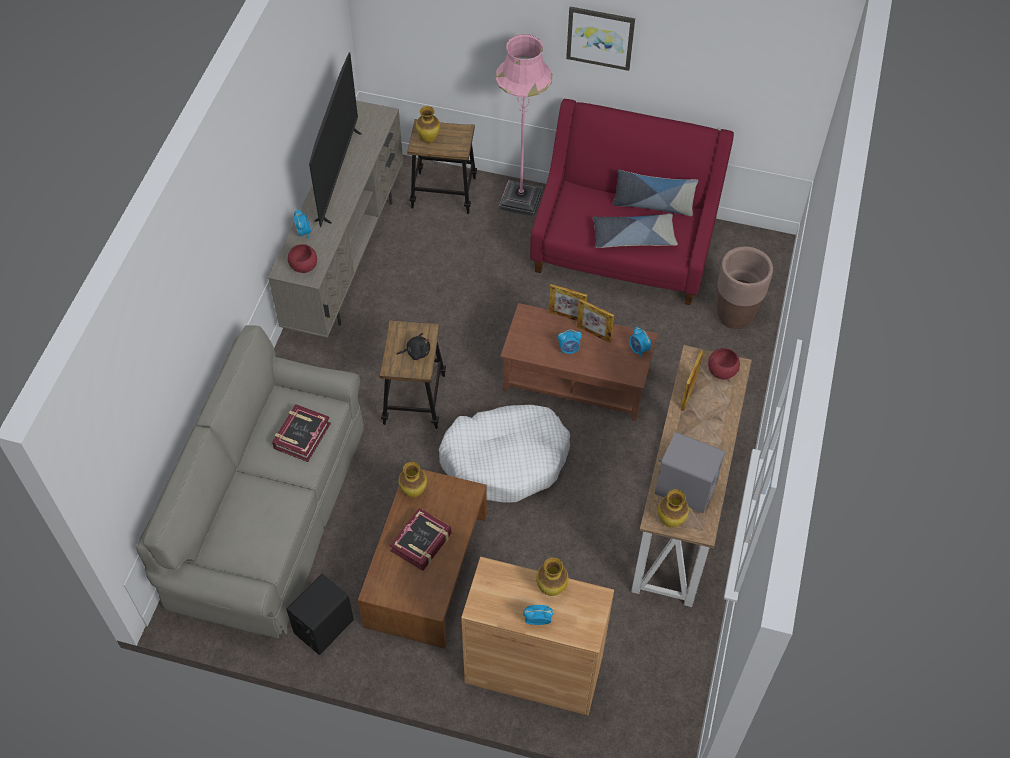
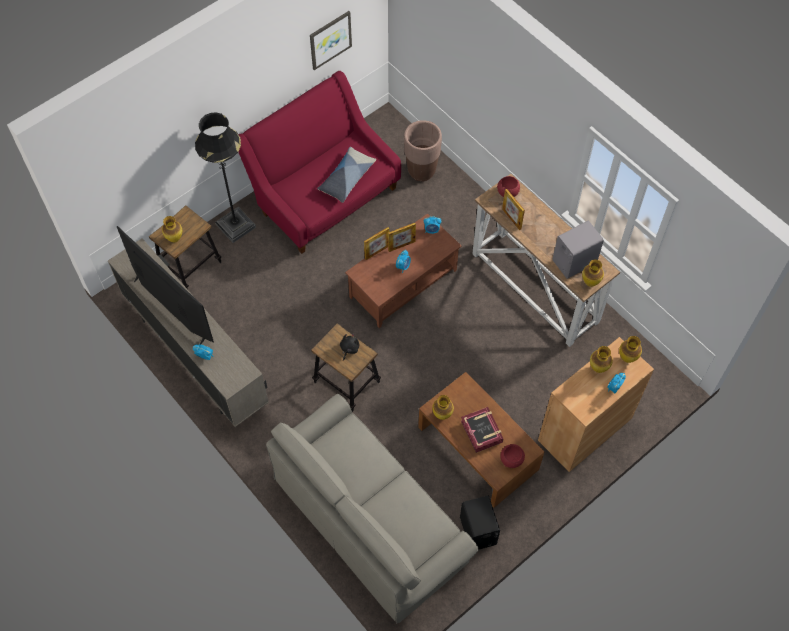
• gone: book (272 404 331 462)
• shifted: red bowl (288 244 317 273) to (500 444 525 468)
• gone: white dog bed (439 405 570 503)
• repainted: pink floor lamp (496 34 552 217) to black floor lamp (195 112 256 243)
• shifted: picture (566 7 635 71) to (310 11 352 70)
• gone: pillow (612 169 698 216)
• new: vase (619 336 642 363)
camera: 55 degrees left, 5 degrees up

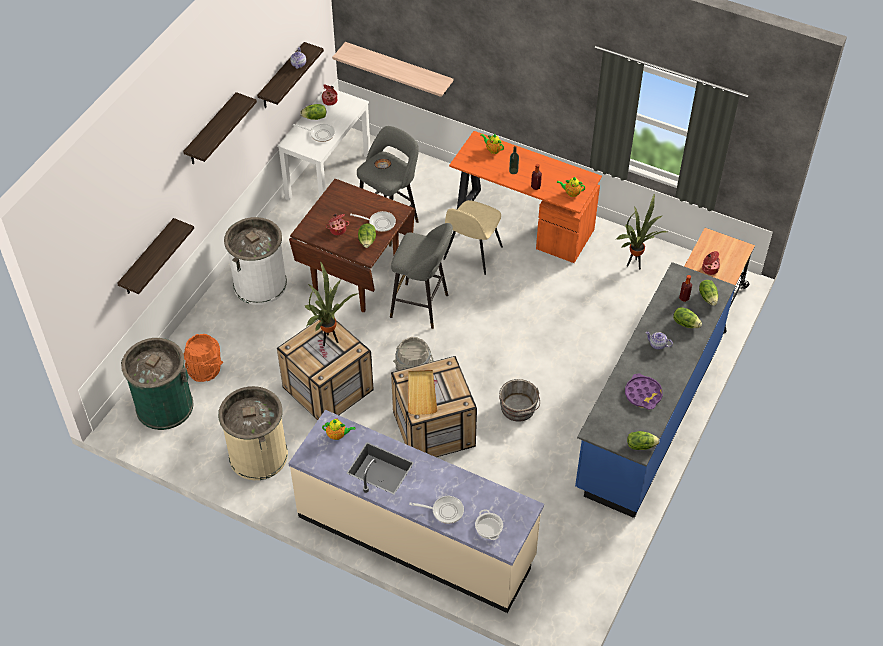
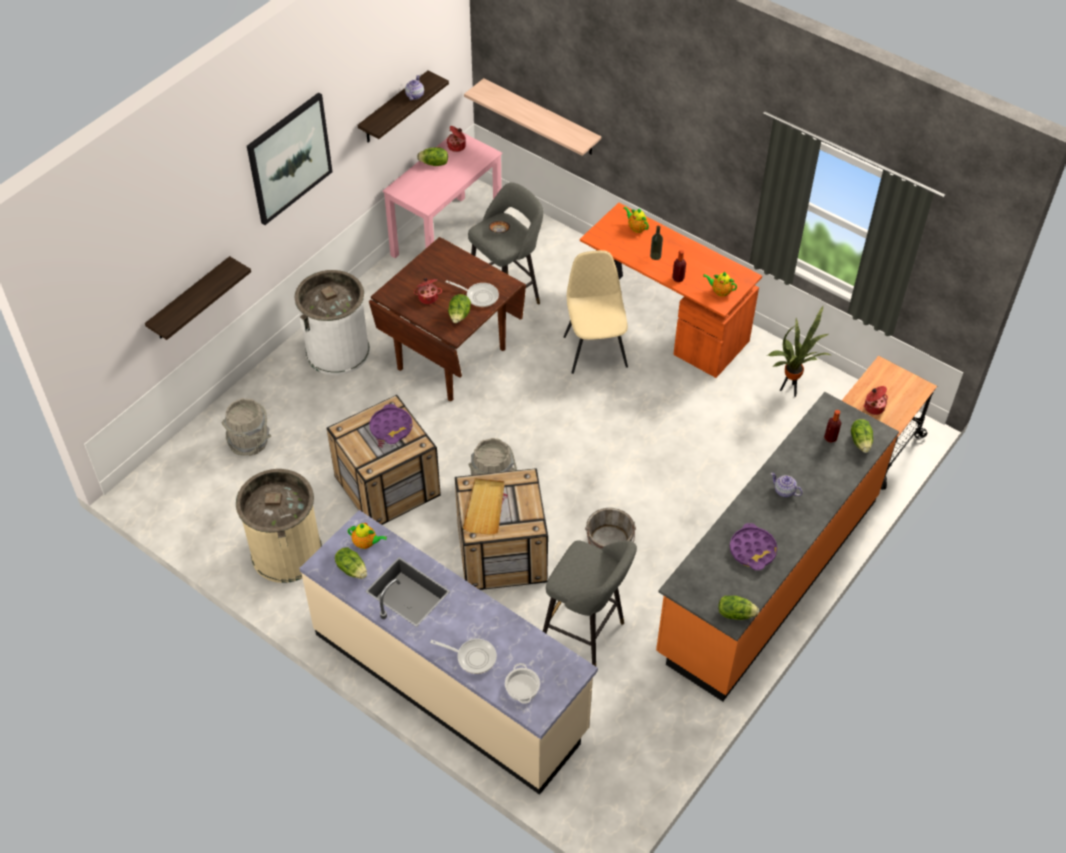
• gone: green trash can (121 338 194 430)
• swapped: shelf (183 92 257 164) to picture (247 93 333 225)
• repainted: orange bucket (183 334 223 382) to grey bucket (221 398 271 456)
• repainted: white desk (277 89 370 200) to pink desk (383 132 502 258)
• gone: frying pan (293 124 335 142)
• swapped: potted plant (304 261 357 346) to purple tray (369 404 412 444)
• shifted: grey stool (390 223 453 329) to (543 540 637 666)
• rotated: beige chair (443 200 503 275) = (564 250 628 374) 135 degrees clockwise
• repainted: blue counter (575 262 736 518) to orange counter (656 392 899 701)
• shifted: lettuce (673 307 702 328) to (335 547 367 579)
camera: 10 degrees right, 0 degrees up

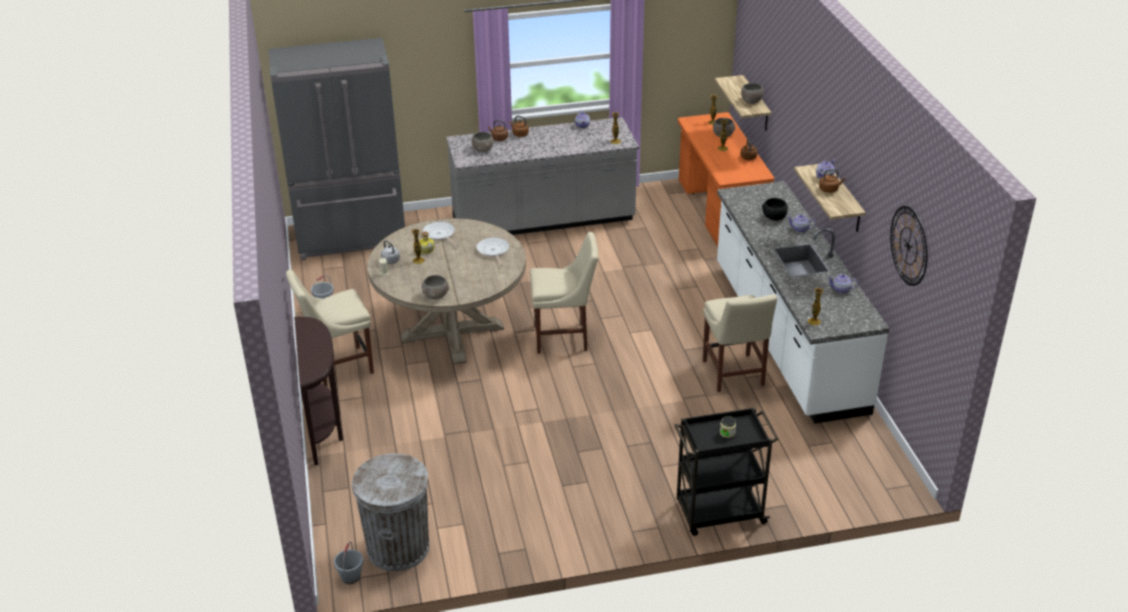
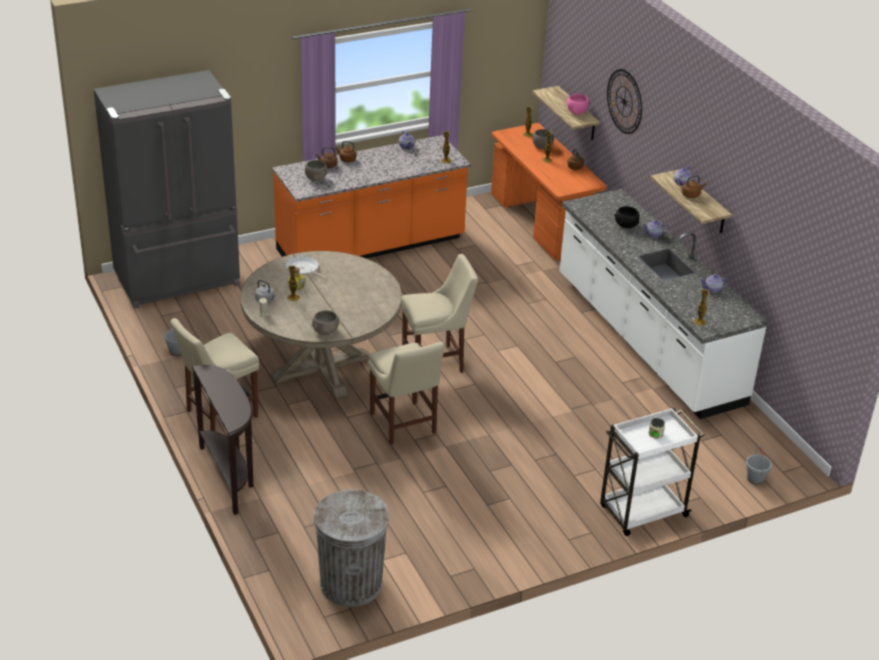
• shifted: grey bucket (334 542 363 584) to (746 447 772 485)
• repainted: grey counter (446 117 639 235) to orange counter (272 135 471 258)
• gone: frying pan (476 238 509 266)
• repainted: black cart (675 407 778 536) to white cart (600 408 704 536)
• shifted: beige chair (703 295 777 392) to (368 342 445 445)
• repainted: grey bowl (741 83 764 104) to pink bowl (567 94 589 115)
• shifted: wall clock (890 206 928 286) to (607 69 642 134)
camera: 15 degrees left, 0 degrees up

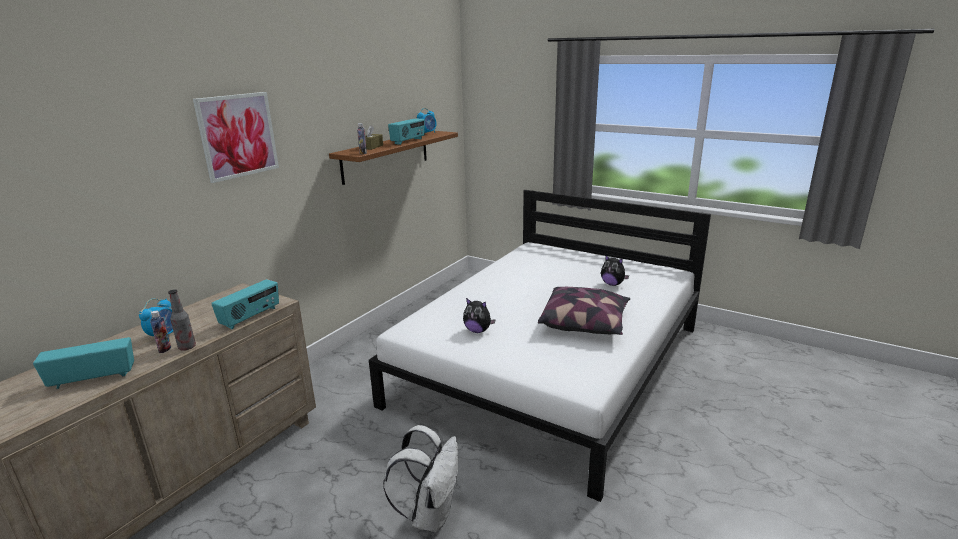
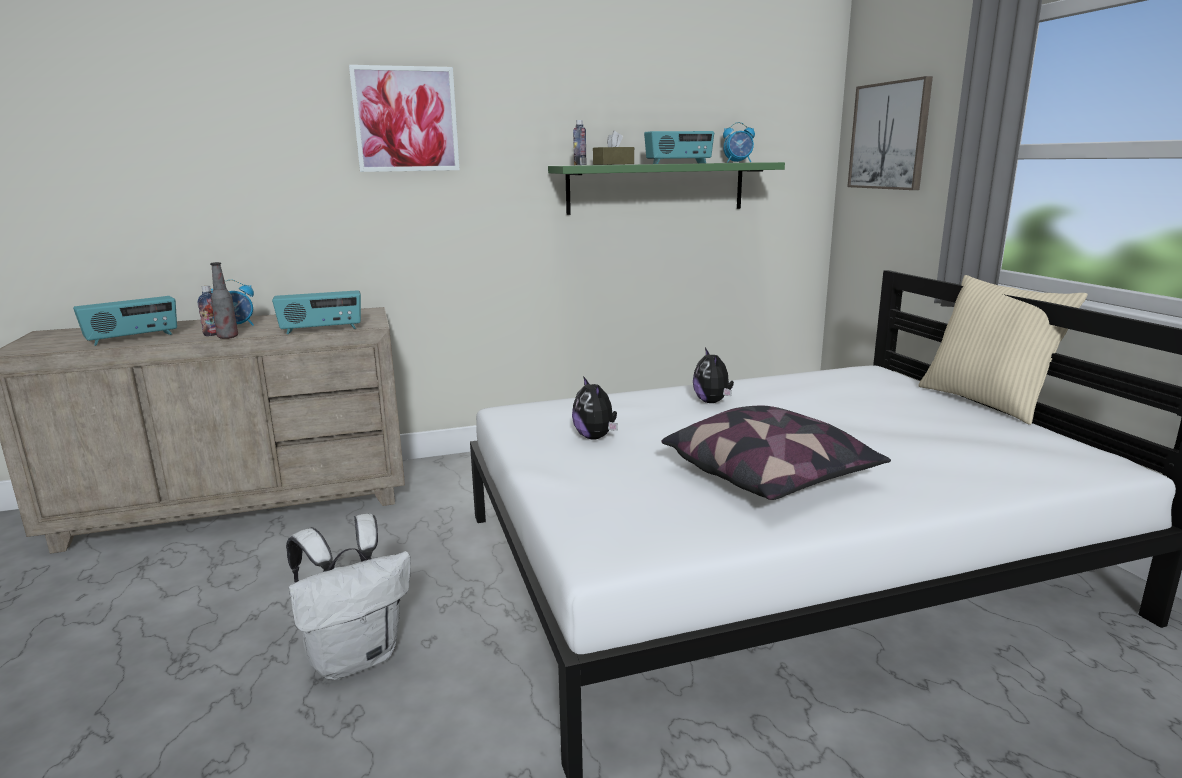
• rotated: radio (33 337 134 389) = (73 296 177 346) 120 degrees clockwise
• repainted: brown shelf (329 131 458 185) to green shelf (548 162 785 215)
• shifted: plush toy (601 254 629 286) to (693 348 734 403)
• new: picture (847 76 933 190)
• new: beige pillow (918 275 1088 425)
camera: 40 degrees right, 5 degrees down

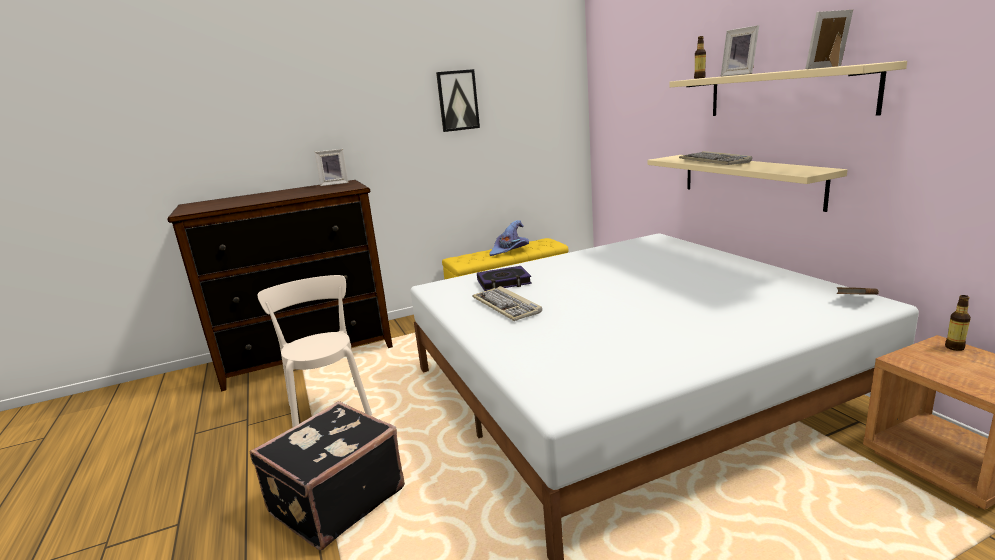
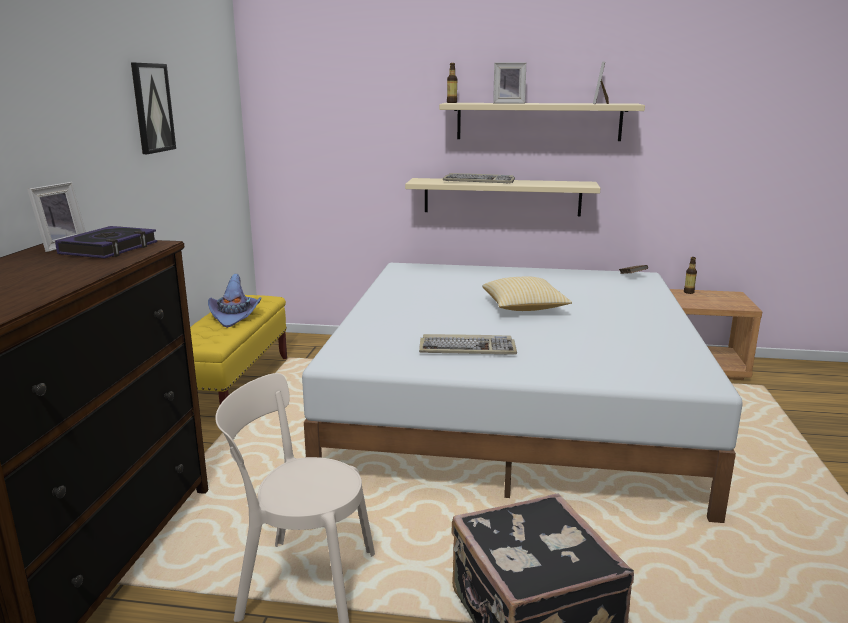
• shifted: book (477 266 532 291) to (55 226 157 259)
• new: pillow (483 276 572 311)
camera: 60 degrees left, 0 degrees up

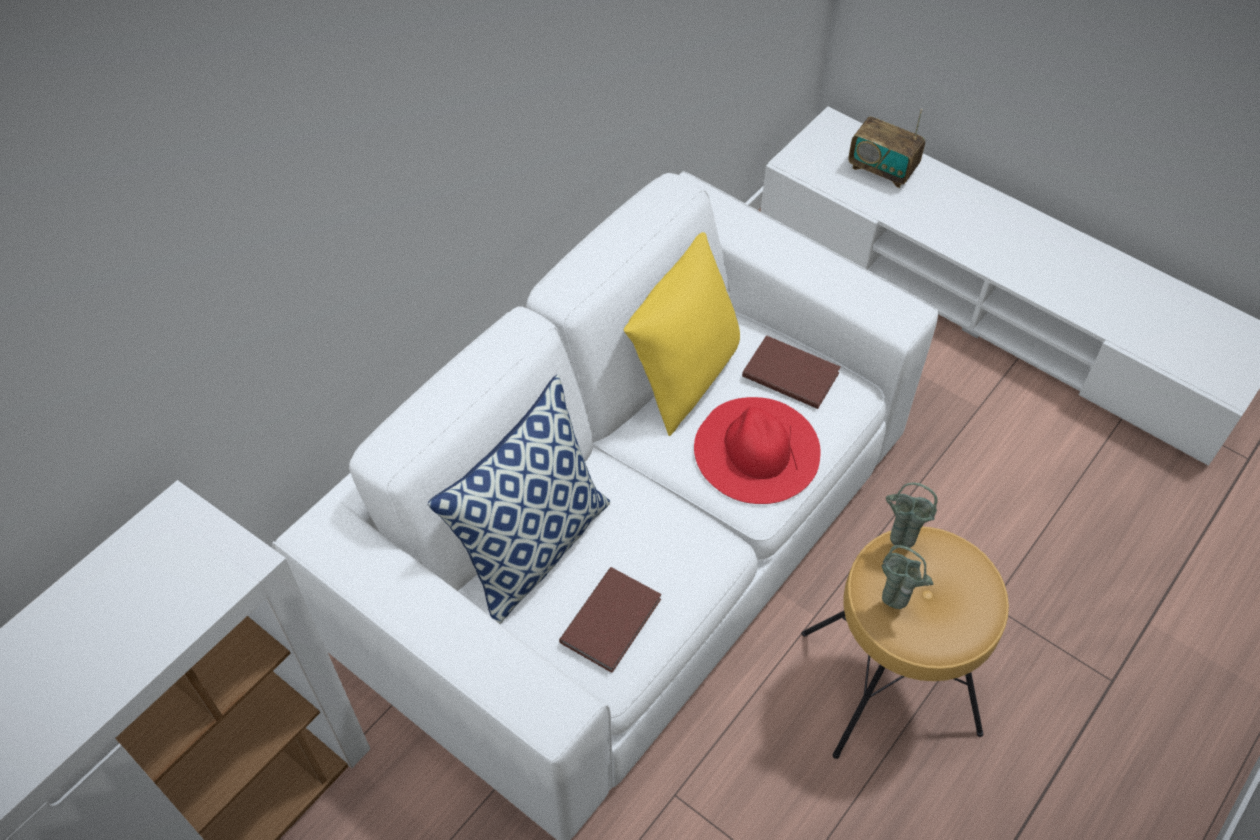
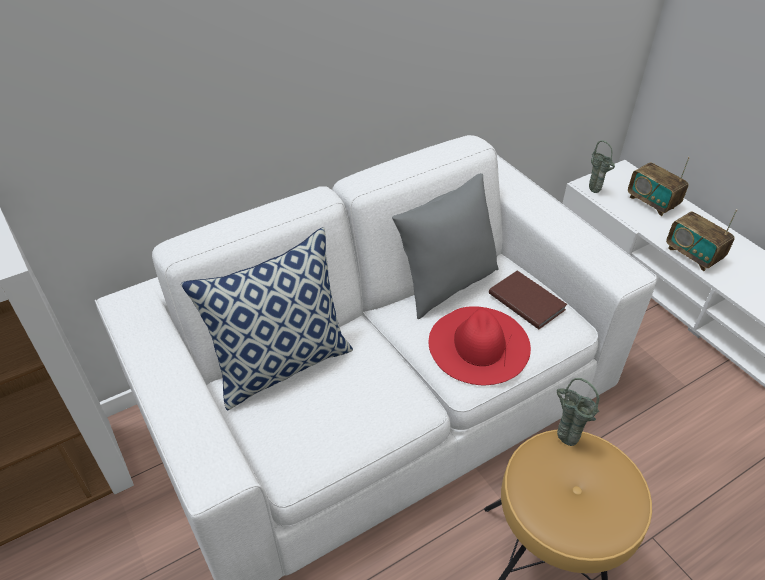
• gone: brown book (559 567 662 673)
• repainted: yellow pillow (624 232 740 436) to grey pillow (392 173 499 319)
• shifted: green vase (881 545 933 609) to (589 140 615 193)
• new: radio (666 209 737 271)
camera: 20 degrees right, 10 degrees down

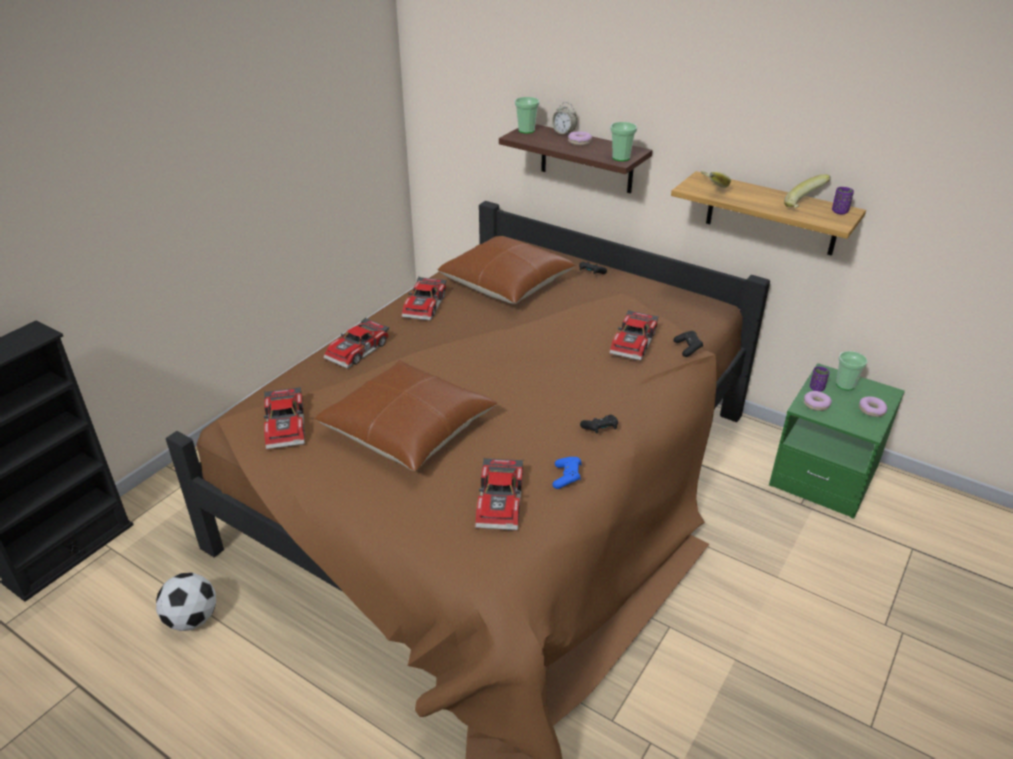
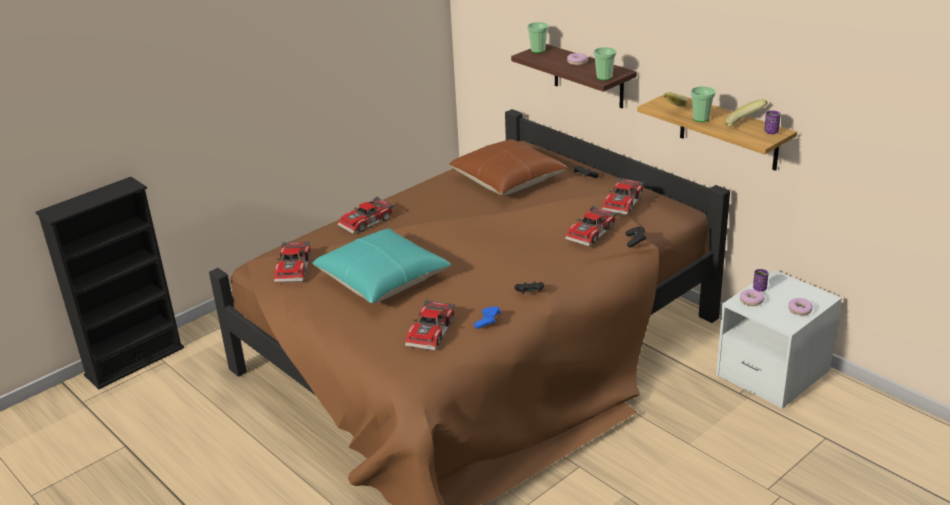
• gone: football (156 572 216 631)
• repainted: brown pillow (315 360 497 471) to turquoise pillow (313 228 451 304)
• shifted: toy car (402 277 446 321) to (602 177 644 215)
• gone: alarm clock (552 102 577 136)
• repainted: green nightstand (769 363 905 519) to white nightstand (716 269 842 409)
• shifted: cup (836 351 868 390) to (691 86 716 122)
camera: 15 degrees right, 5 degrees down

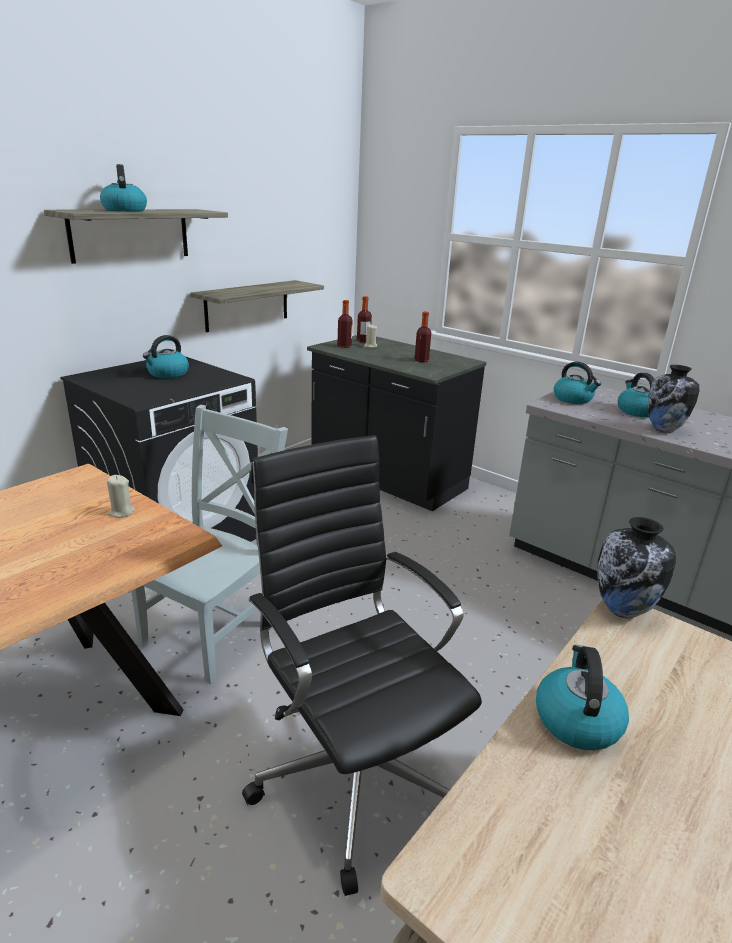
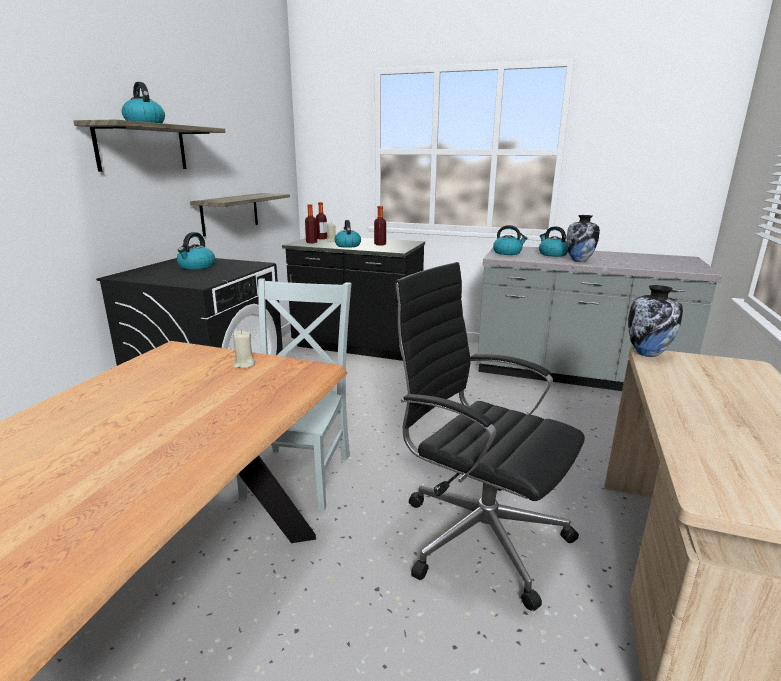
• shifted: kettle (536 645 629 750) to (334 220 361 248)
camera: 20 degrees left, 5 degrees down

